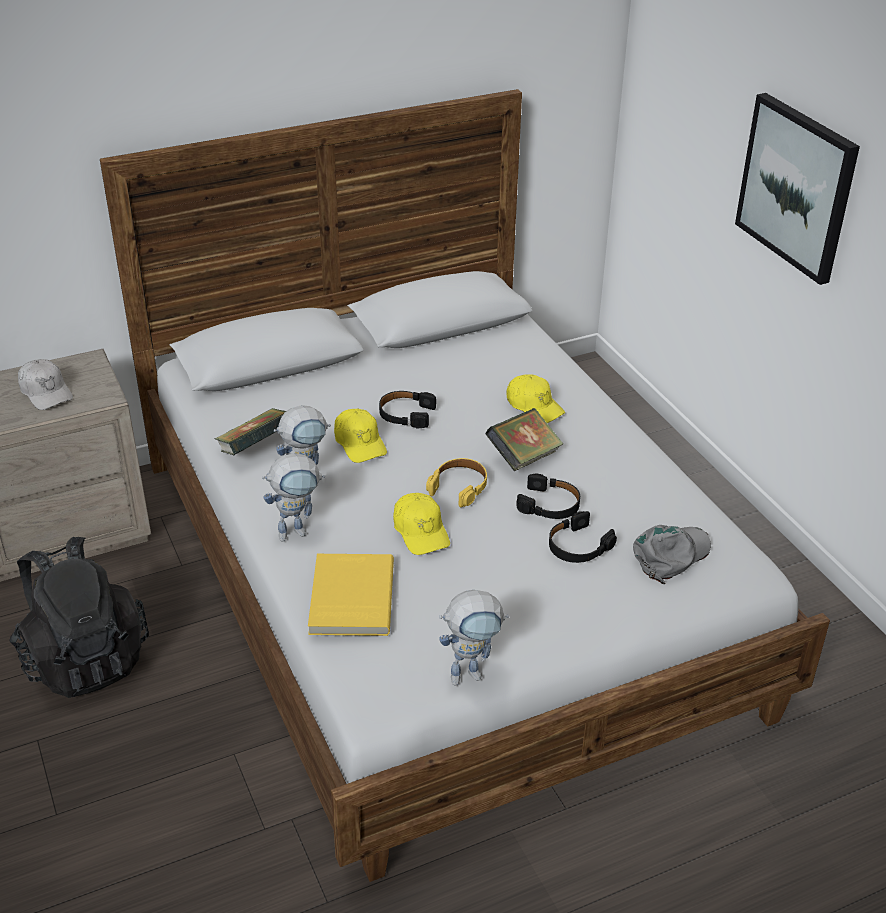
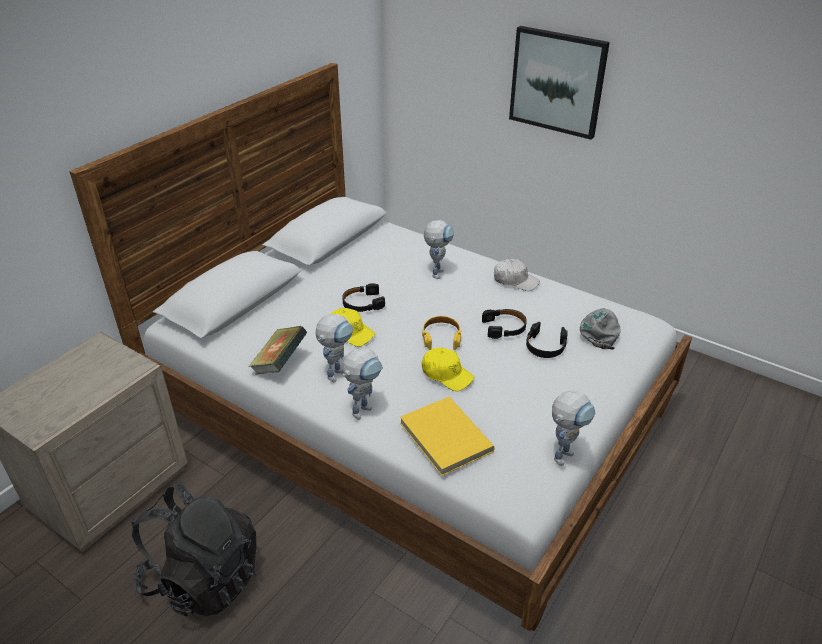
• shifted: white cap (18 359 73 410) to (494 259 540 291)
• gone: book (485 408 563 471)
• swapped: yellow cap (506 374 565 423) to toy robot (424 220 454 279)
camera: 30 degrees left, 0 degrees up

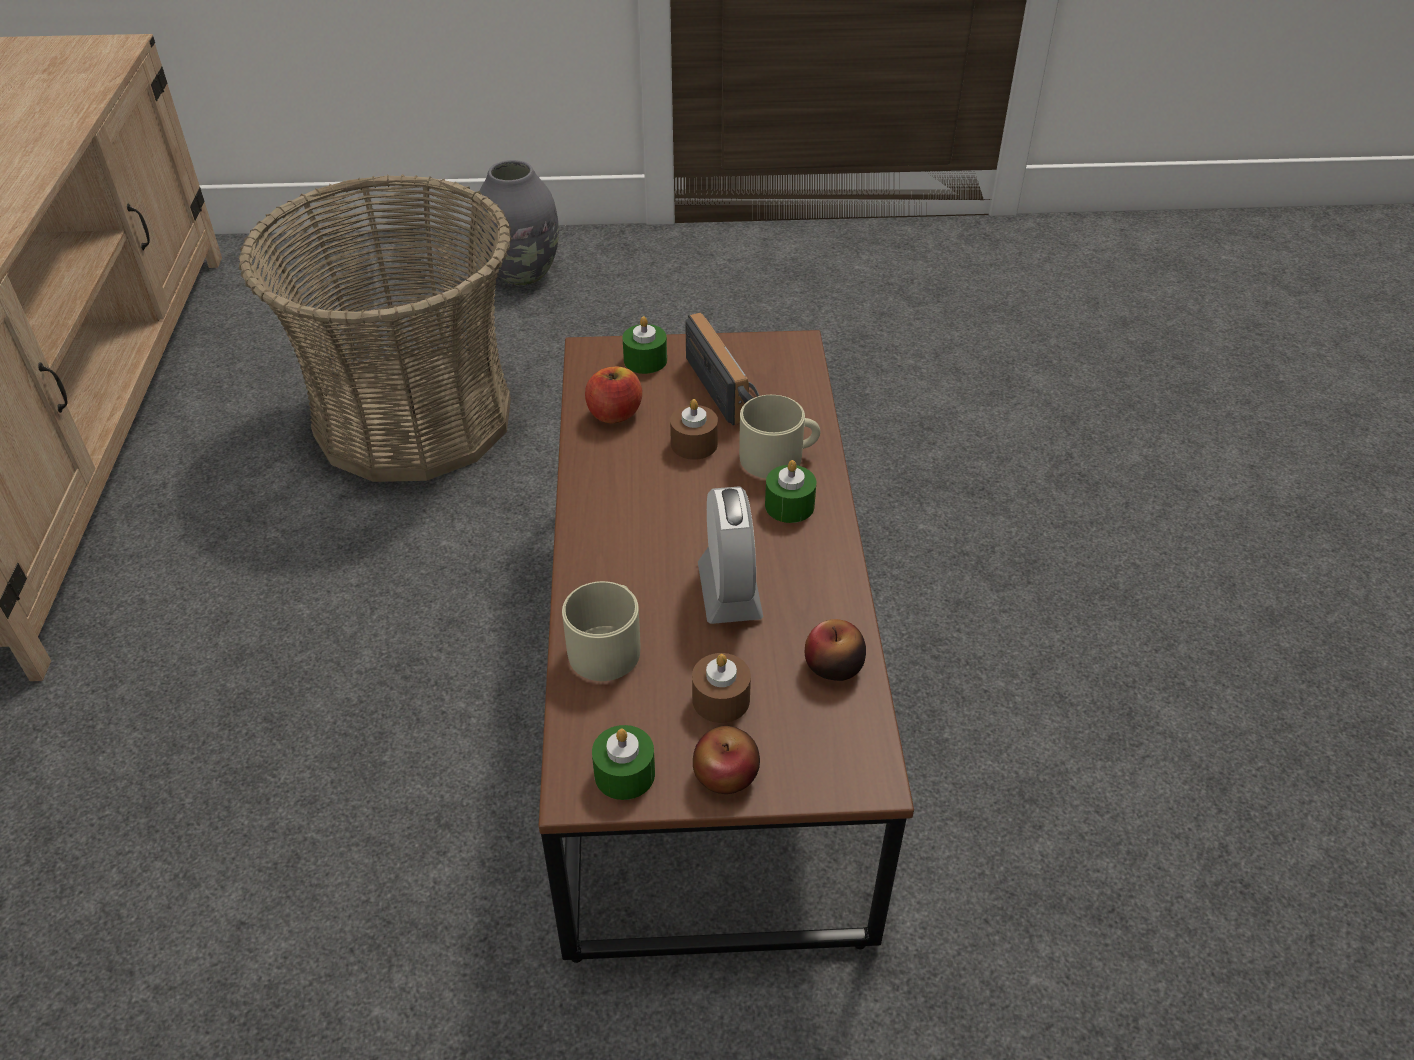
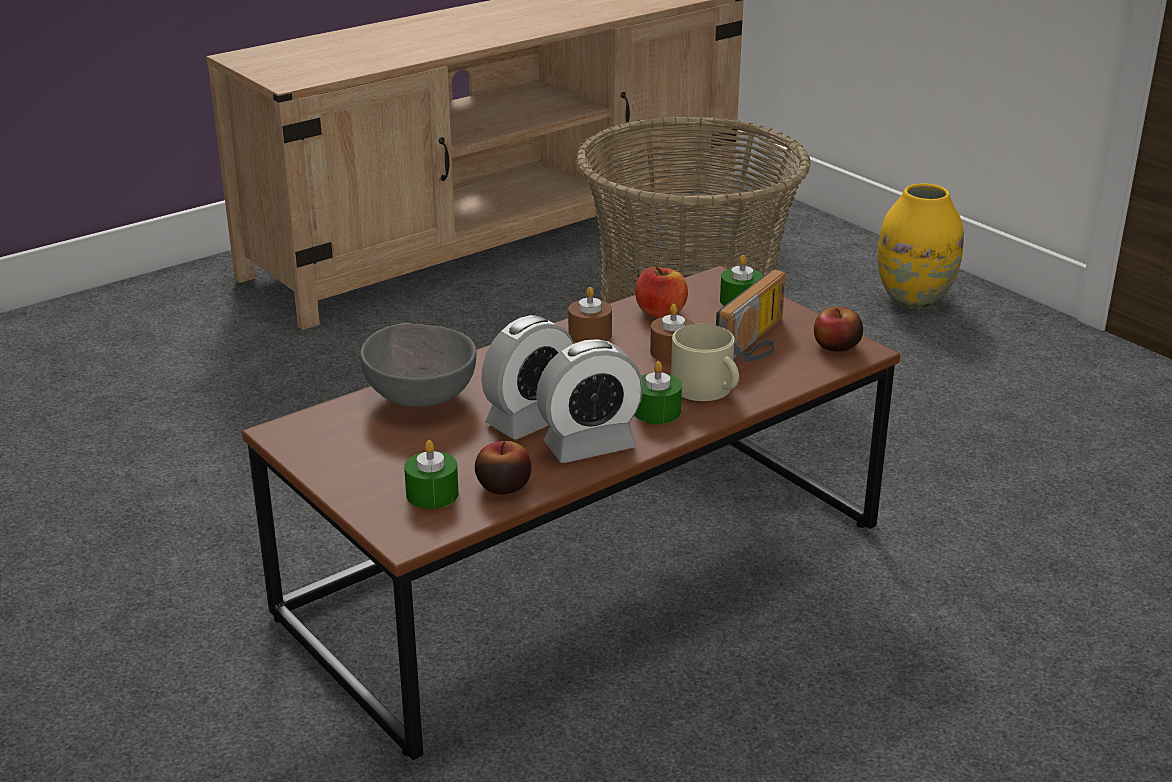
• repainted: grey vase (477 160 559 285) to yellow vase (877 184 964 309)
• swapped: beige mug (562 581 641 681) to grey bowl (360 323 476 407)
• shifted: green candle (592 725 655 800) to (404 440 459 509)
• shifted: brown candle (692 653 751 723) to (568 287 612 342)
• shifted: apple (693 726 760 794) to (814 307 863 352)
• new: alarm clock (536 339 643 463)
camera: 55 degrees right, 15 degrees down

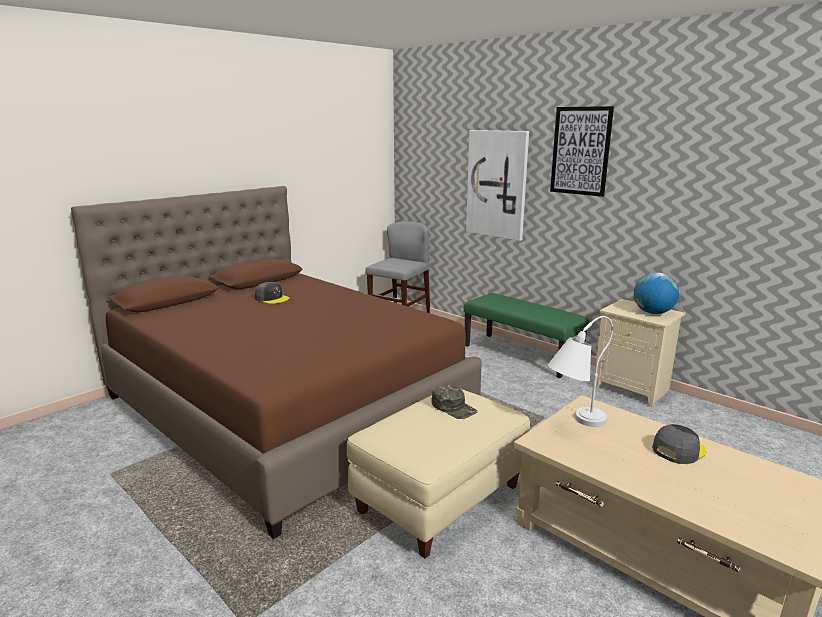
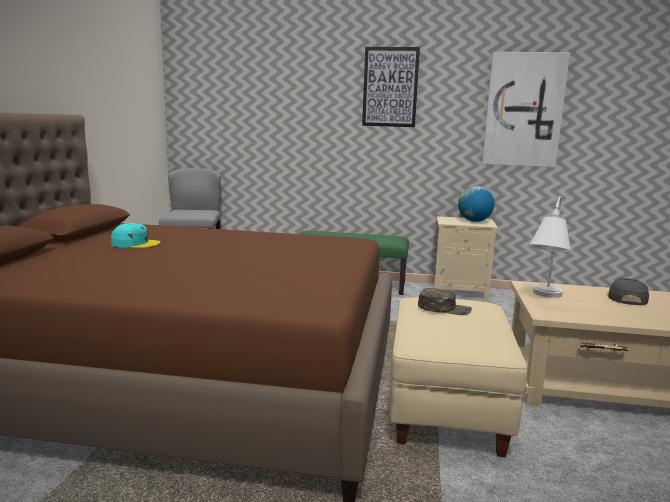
• repainted: grey cap (255 282 289 304) to turquoise cap (111 223 161 248)
• shifted: picture (466 130 529 241) to (482 52 570 167)
camera: 35 degrees left, 5 degrees down

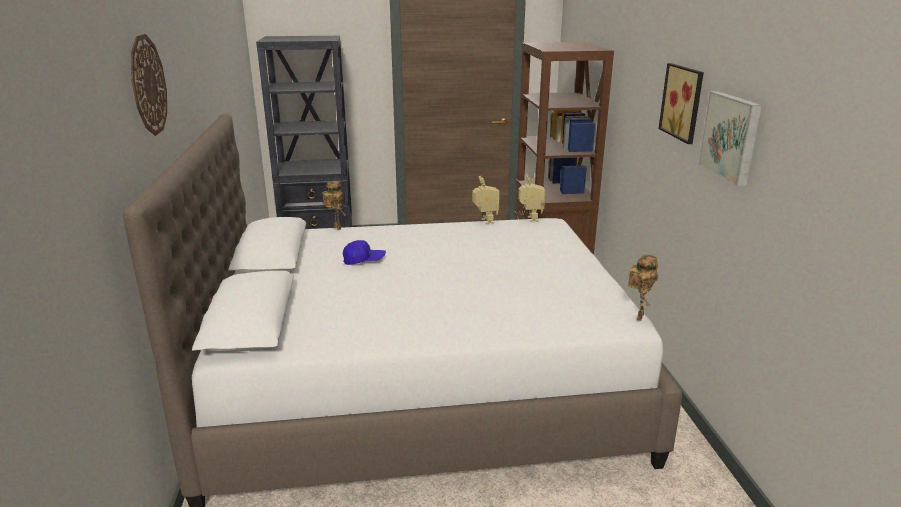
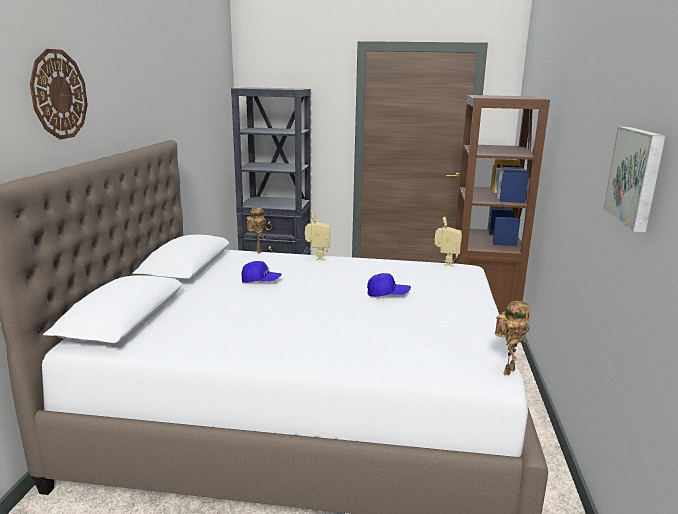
• shifted: toy robot (472 176 500 224) to (305 212 331 260)
• gone: picture (659 63 704 144)
• new: blue cap (367 273 411 297)
camera: 15 degrees right, 5 degrees down

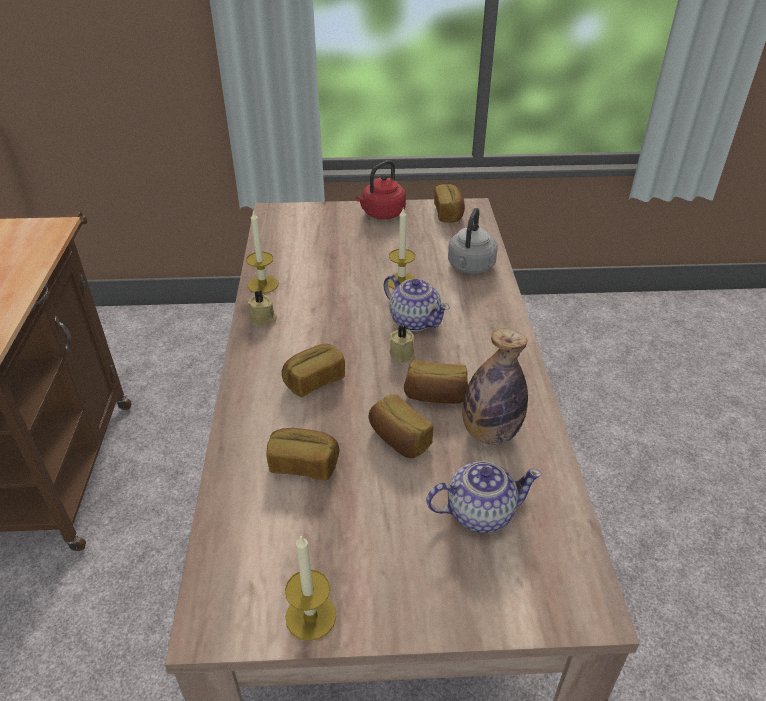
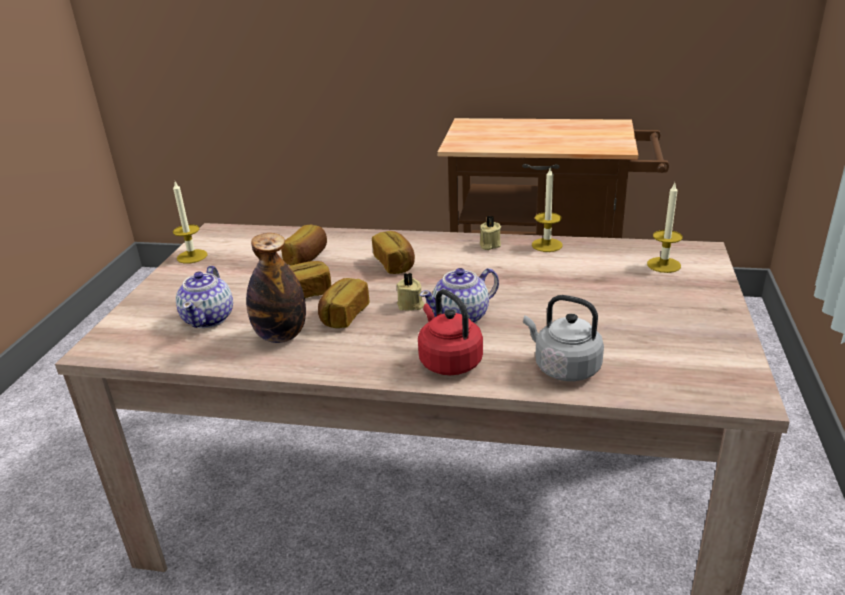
• shifted: red kettle (356 160 406 219) to (418 289 483 375)
• shifted: candle (388 209 416 289) to (647 183 683 273)
• gone: bread (434 184 465 223)
camera: 105 degrees right, 10 degrees down

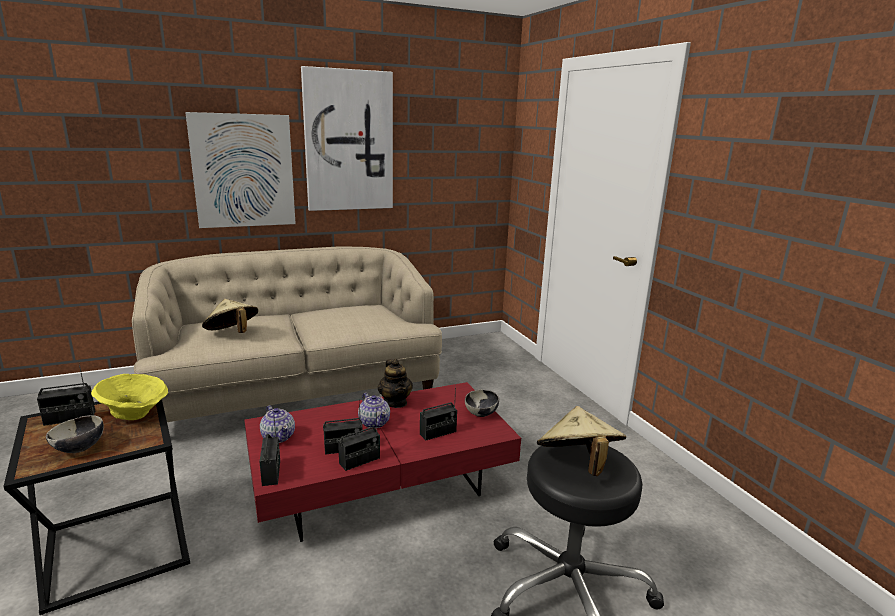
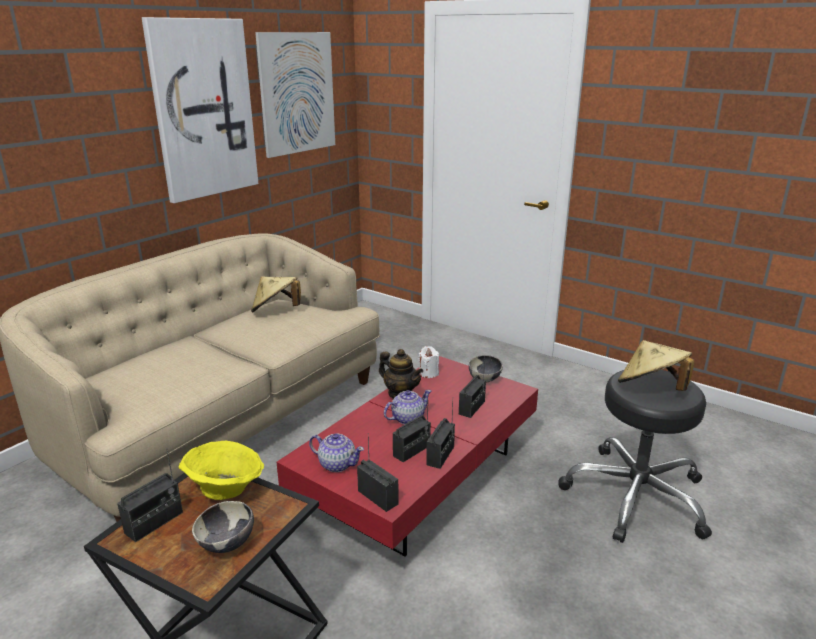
• shifted: picture (185 112 296 228) to (255 32 335 158)
• shifted: beige hat (202 299 258 333) to (251 276 301 313)
• rotated: teapot (358 393 390 428) = (384 390 431 424) 60 degrees counterclockwise
• new: white candle (418 346 439 378)
camera: 30 degrees left, 5 degrees up

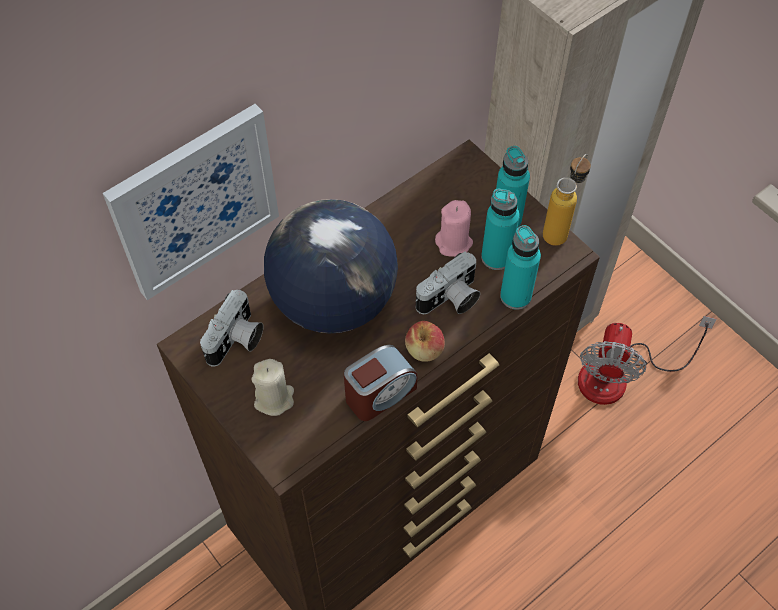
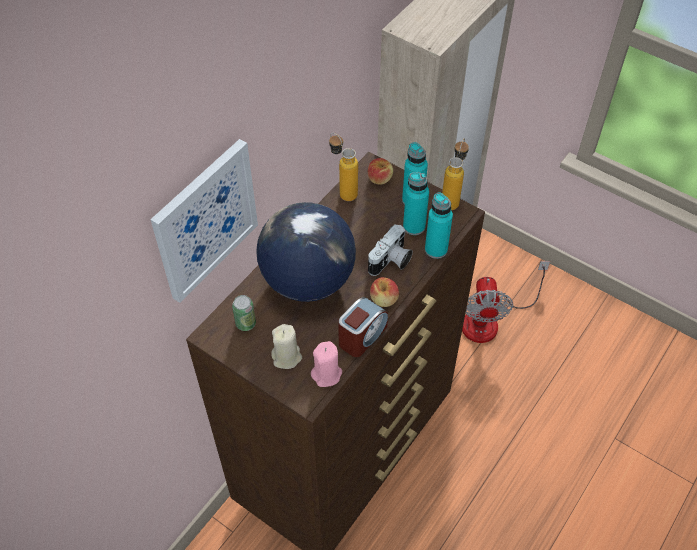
• swapped: photo camera (200 290 264 367) to can (232 295 256 331)
• shifted: pink candle (435 200 473 257) to (311 341 342 387)
• new: bottle (329 133 358 201)
• new: apple (368 158 393 185)
camera: 15 degrees left, 5 degrees down

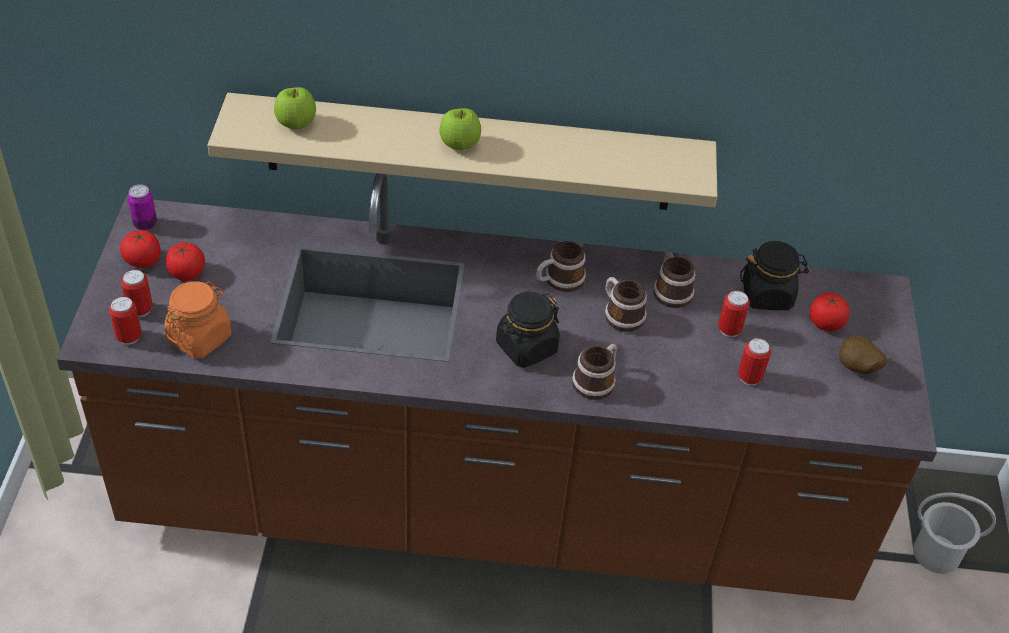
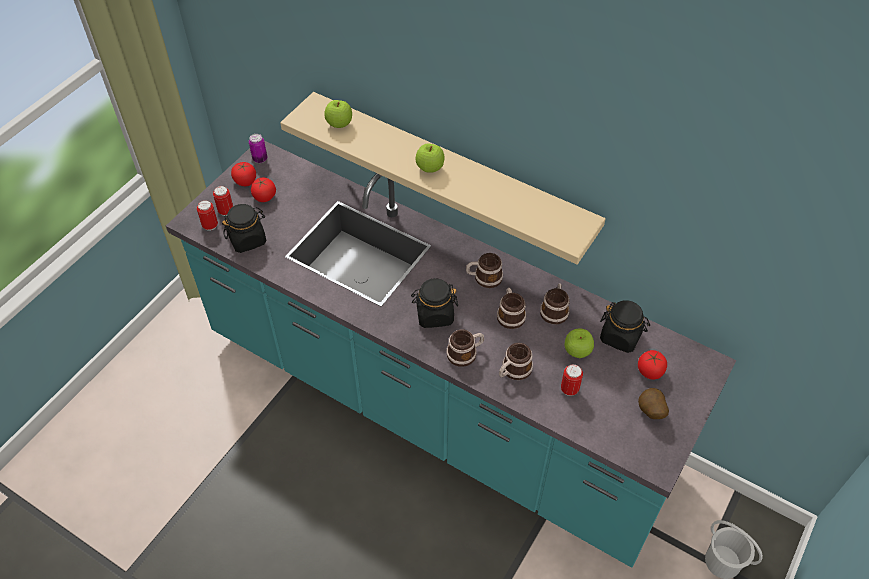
• repainted: brown counter (57 173 937 601) to turquoise counter (166 141 737 568)
• repainted: orange jar (164 281 231 358) to black jar (222 204 266 253)
• swapped: can (718 290 750 337) to apple (565 328 594 358)
• new: mug (499 343 533 380)
camera: 30 degrees right, 5 degrees up

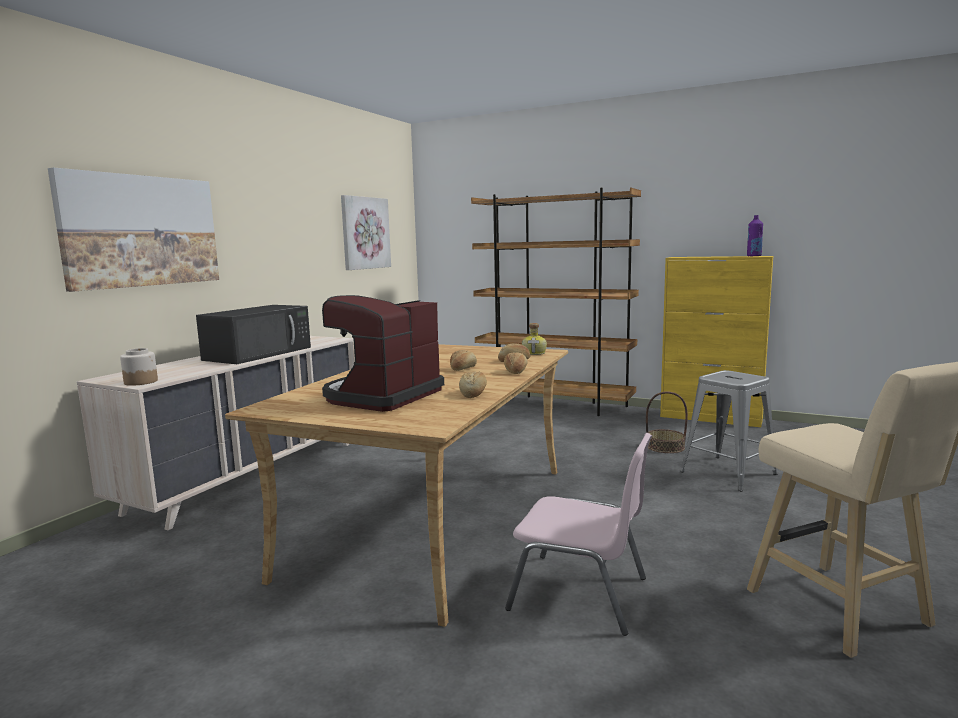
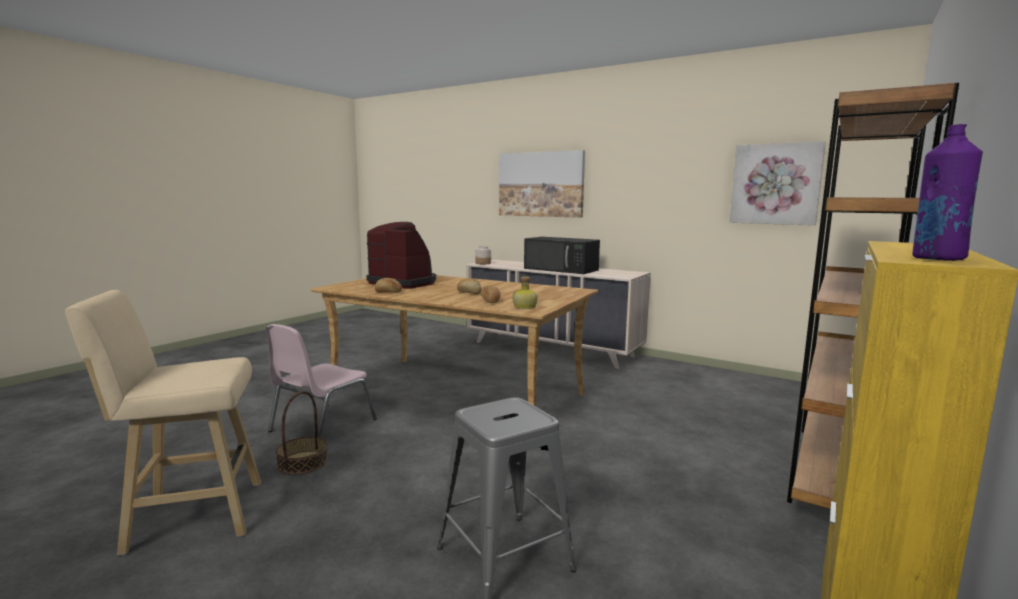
• gone: bread (504 353 528 374)
• shifted: basket (646 391 688 453) to (276 391 328 475)
camera: 95 degrees right, 0 degrees up

